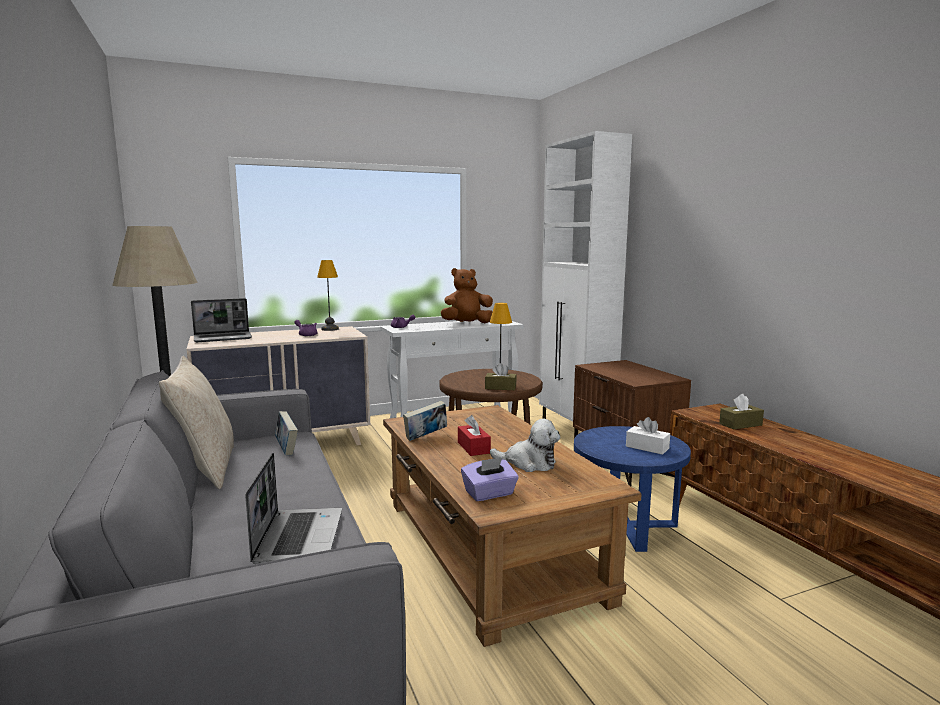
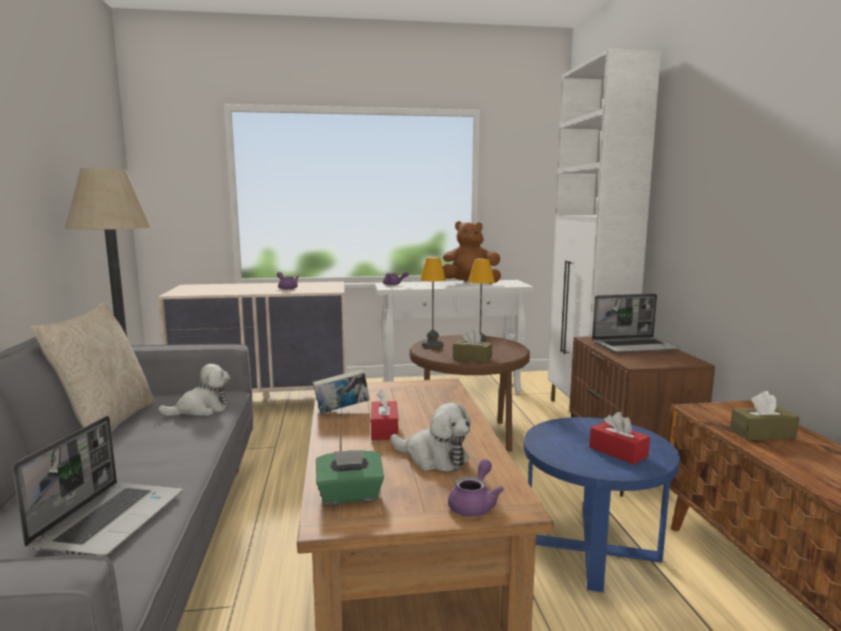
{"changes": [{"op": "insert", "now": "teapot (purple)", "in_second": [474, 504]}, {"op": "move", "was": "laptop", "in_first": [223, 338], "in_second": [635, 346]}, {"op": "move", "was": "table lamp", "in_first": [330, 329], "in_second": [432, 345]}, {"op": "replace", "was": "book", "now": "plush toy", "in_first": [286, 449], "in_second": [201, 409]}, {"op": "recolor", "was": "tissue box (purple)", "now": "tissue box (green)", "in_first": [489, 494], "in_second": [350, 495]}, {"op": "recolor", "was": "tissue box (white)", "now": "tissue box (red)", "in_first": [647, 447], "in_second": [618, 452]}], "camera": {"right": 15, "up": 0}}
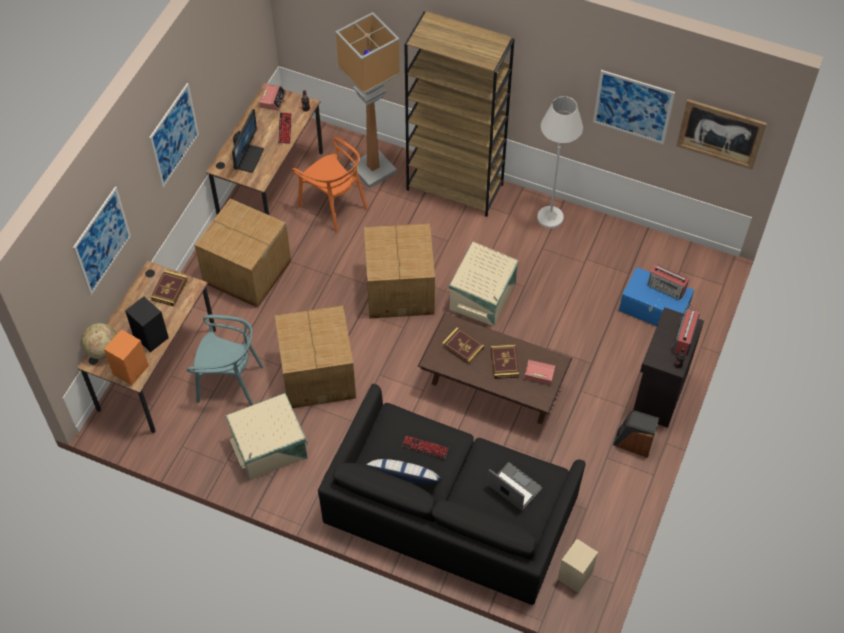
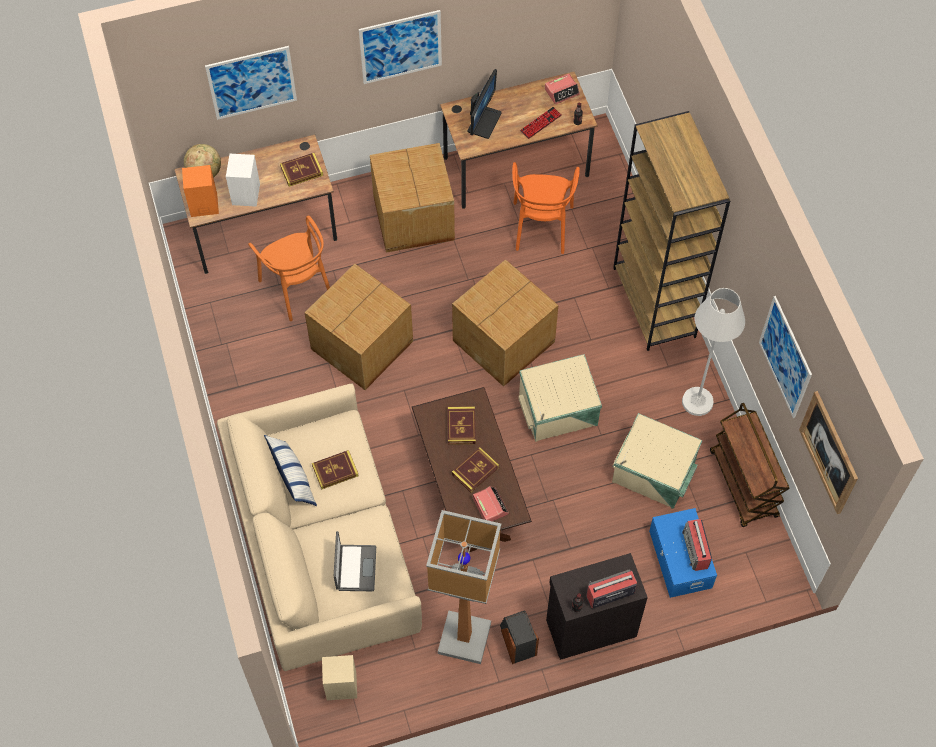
{"changes": [{"op": "insert", "now": "cart (brown)", "in_second": [744, 484]}, {"op": "move", "was": "storage box (beige)", "in_first": [270, 448], "in_second": [653, 473]}, {"op": "move", "was": "floor lamp", "in_first": [374, 170], "in_second": [465, 639]}, {"op": "replace", "was": "keyboard", "now": "book", "in_first": [425, 447], "in_second": [335, 471]}, {"op": "recolor", "was": "speaker (black)", "now": "speaker (white)", "in_first": [151, 337], "in_second": [246, 195]}, {"op": "recolor", "was": "chair (turquoise)", "now": "chair (orange)", "in_first": [229, 381], "in_second": [298, 288]}, {"op": "recolor", "was": "sofa (black)", "now": "sofa (beige)", "in_first": [450, 509], "in_second": [321, 541]}, {"op": "rotate", "was": "monitor", "in_first": [247, 158], "in_second": [483, 121], "clockwise": -45}], "camera": {"right": 50, "up": 5}}
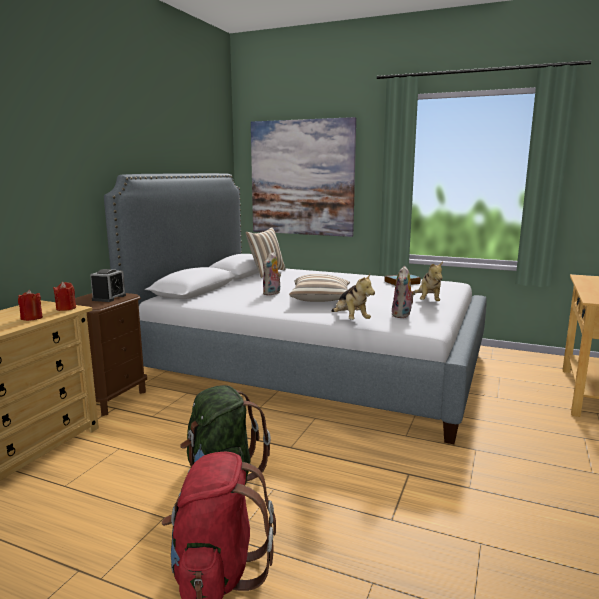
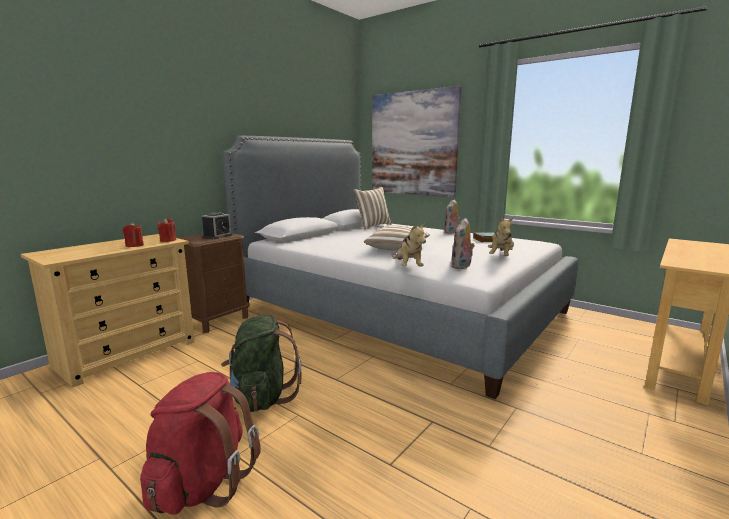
{"changes": [{"op": "move", "was": "plush toy", "in_first": [272, 293], "in_second": [451, 232]}], "camera": {"right": 15, "up": 0}}
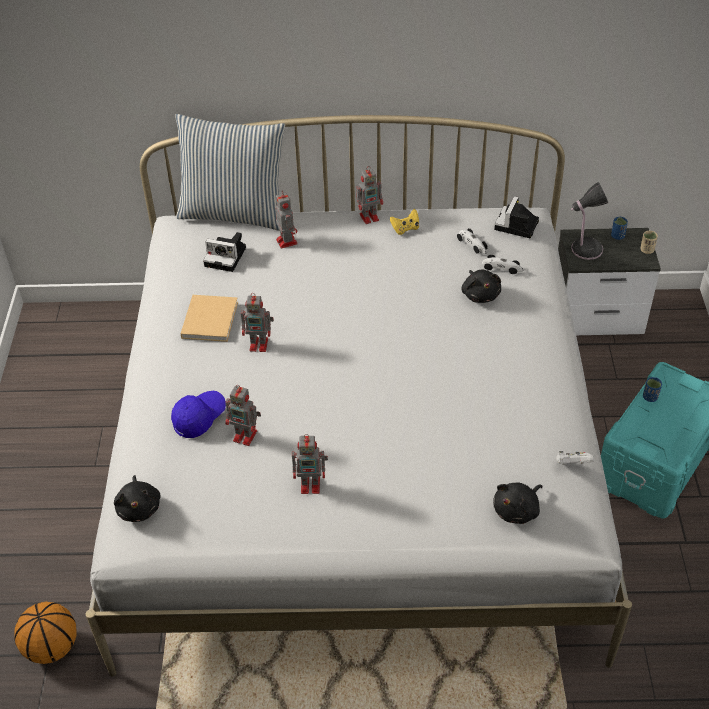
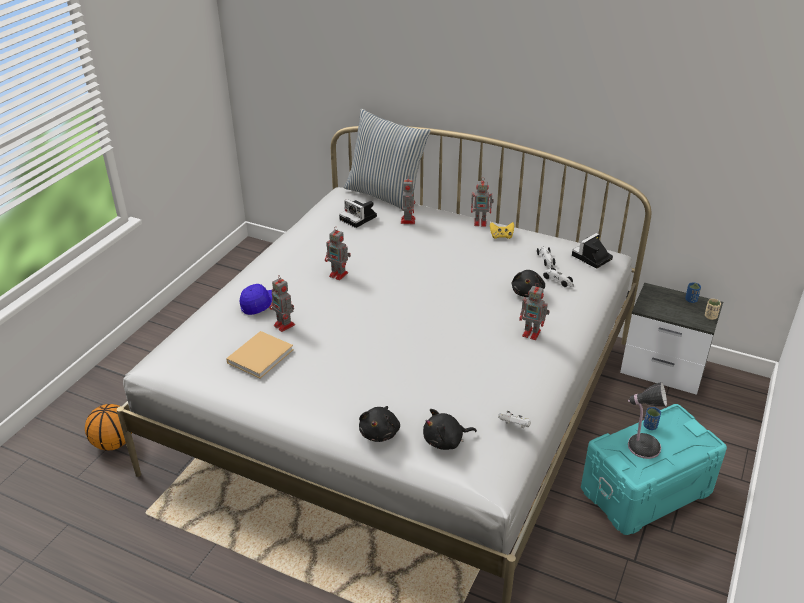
{"changes": [{"op": "move", "was": "plush toy (black)", "in_first": [139, 507], "in_second": [380, 432]}, {"op": "move", "was": "book (beige)", "in_first": [210, 318], "in_second": [261, 355]}, {"op": "move", "was": "toy robot", "in_first": [311, 484], "in_second": [532, 333]}, {"op": "move", "was": "table lamp", "in_first": [584, 249], "in_second": [641, 446]}], "camera": {"right": 25, "up": -10}}
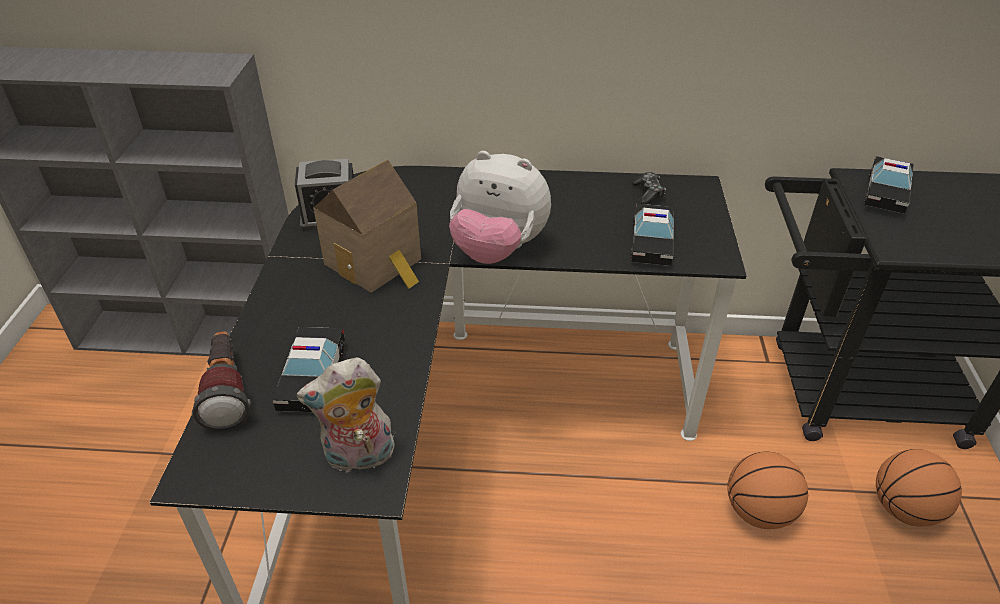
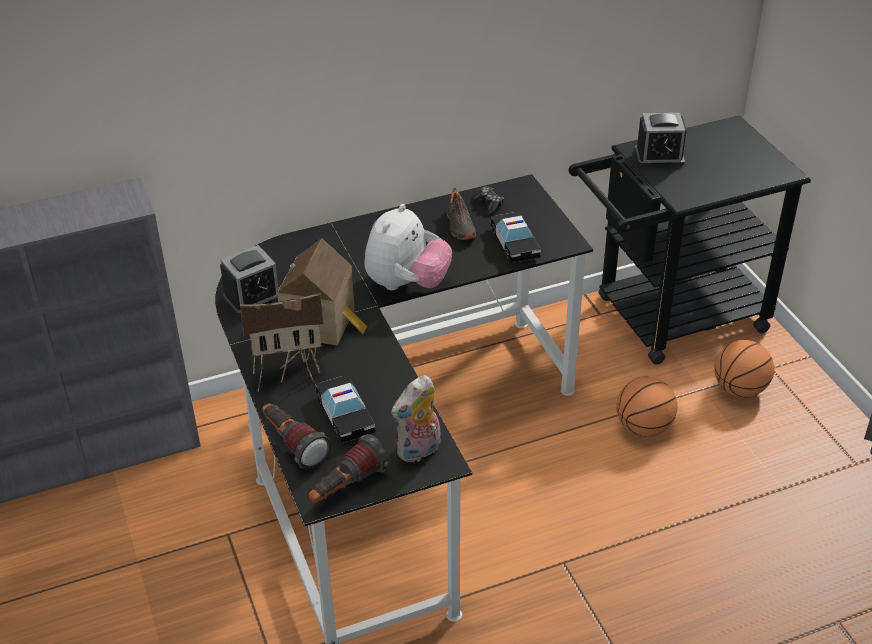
{"changes": [{"op": "insert", "now": "toy house", "in_second": [288, 373]}, {"op": "insert", "now": "flashlight", "in_second": [347, 487]}, {"op": "insert", "now": "shoe (black)", "in_second": [459, 226]}, {"op": "replace", "was": "toy car", "now": "alarm clock", "in_first": [886, 193], "in_second": [659, 156]}, {"op": "rotate", "was": "plush toy", "in_first": [498, 250], "in_second": [407, 284], "clockwise": -60}], "camera": {"right": -25, "up": 0}}
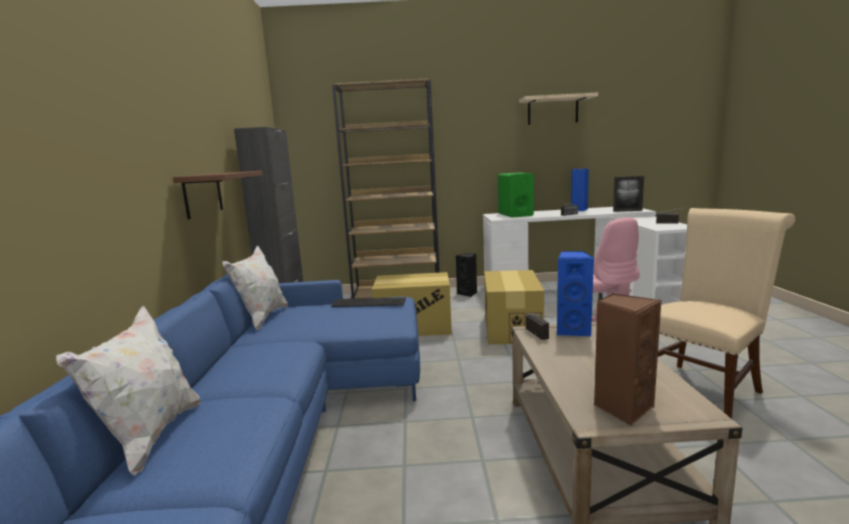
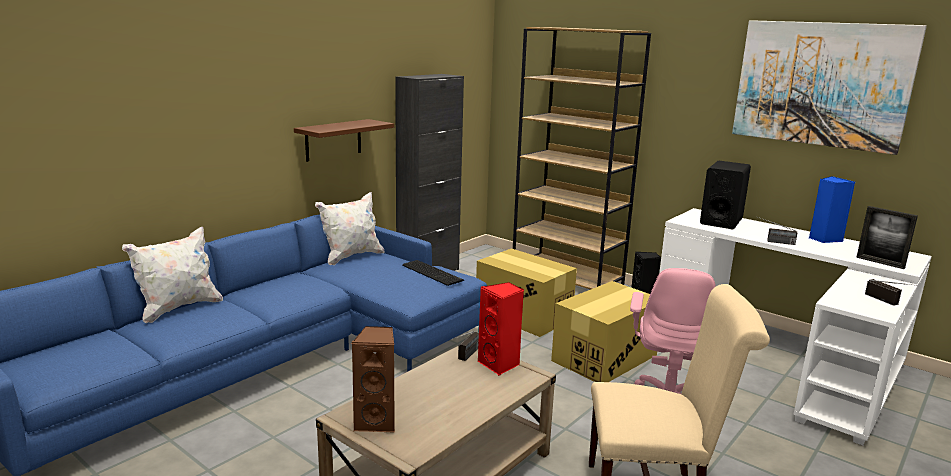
{"changes": [{"op": "replace", "was": "shelf (beige)", "now": "picture", "in_first": [553, 110], "in_second": [821, 84]}, {"op": "recolor", "was": "speaker (green)", "now": "speaker (black)", "in_first": [515, 214], "in_second": [721, 221]}, {"op": "recolor", "was": "speaker (blue)", "now": "speaker (red)", "in_first": [573, 330], "in_second": [500, 364]}], "camera": {"right": 40, "up": 5}}
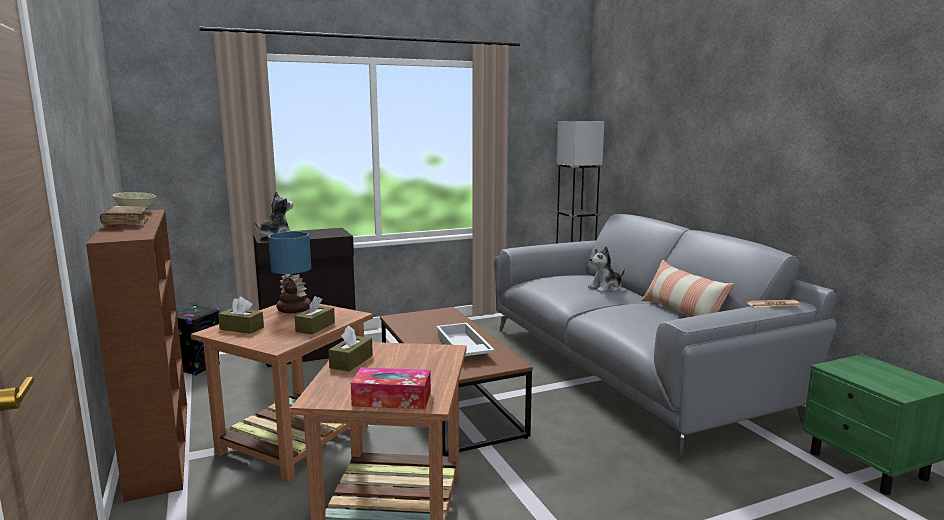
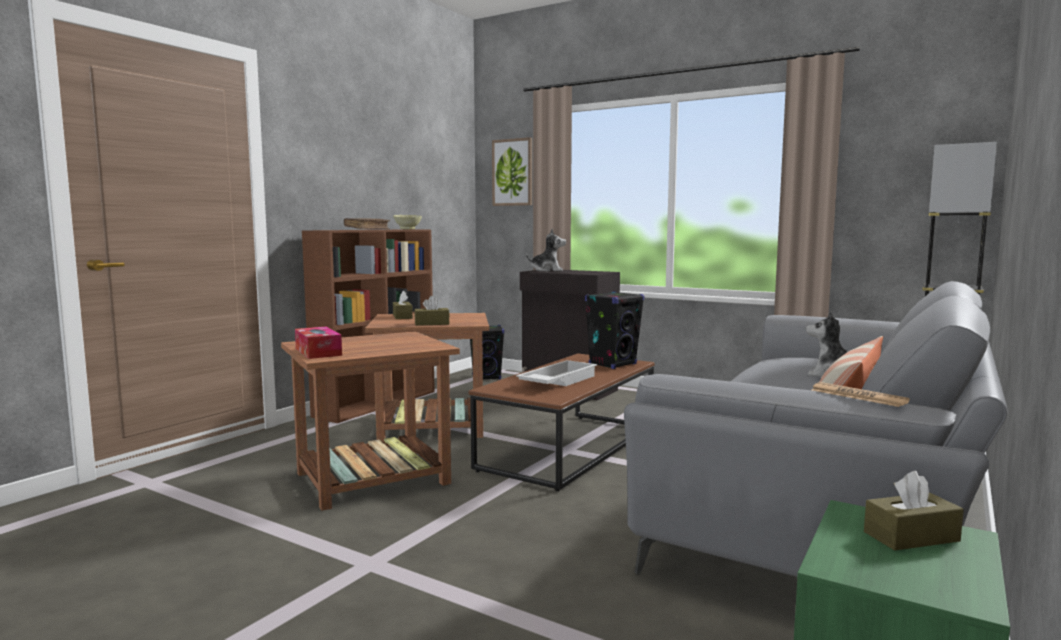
{"changes": [{"op": "delete", "was": "table lamp", "in_first": [293, 309]}, {"op": "insert", "now": "picture", "in_second": [513, 172]}, {"op": "insert", "now": "speaker (black)", "in_second": [612, 364]}, {"op": "move", "was": "tissue box (brown)", "in_first": [351, 361], "in_second": [911, 536]}], "camera": {"right": 55, "up": -5}}
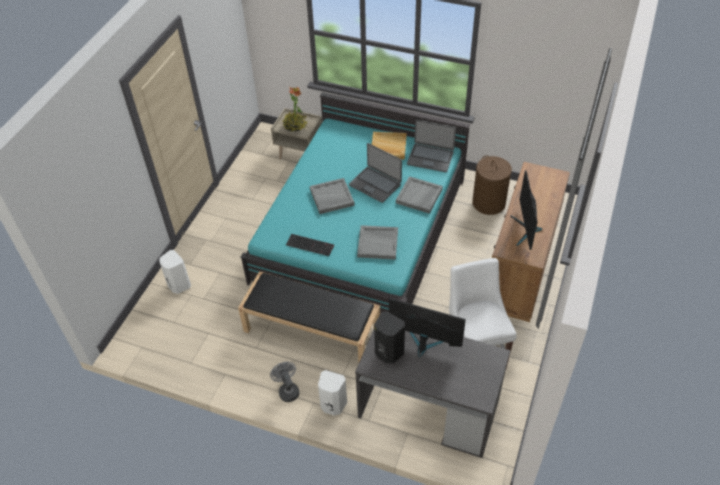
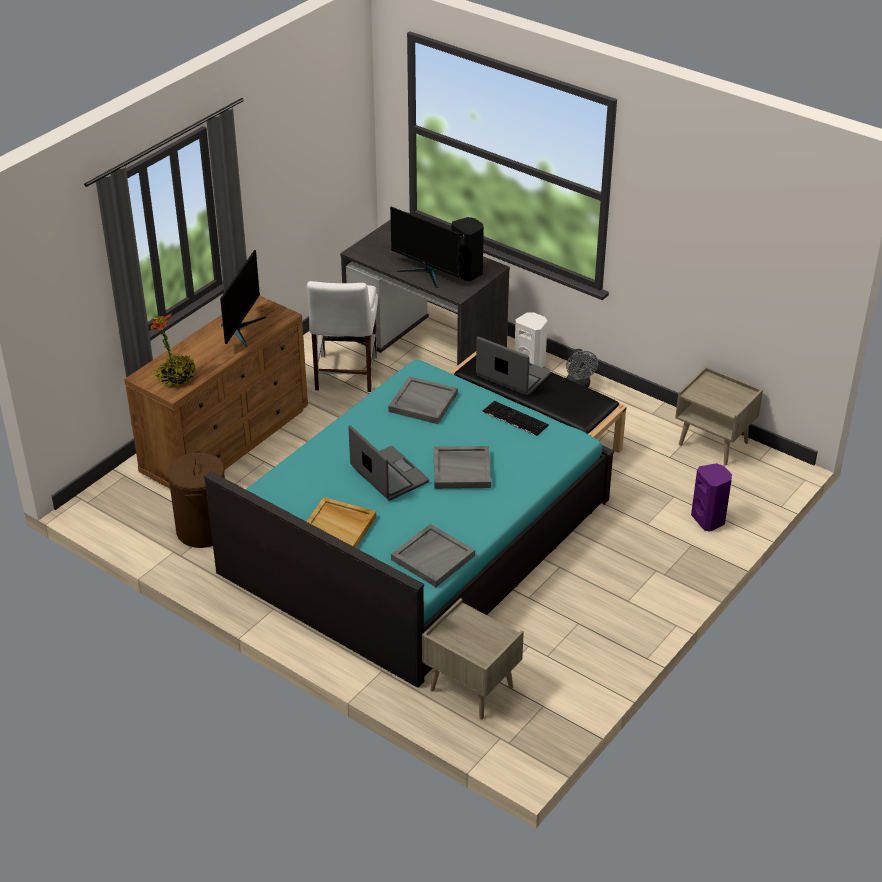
{"changes": [{"op": "insert", "now": "nightstand (beige)", "in_second": [714, 444]}, {"op": "move", "was": "potted plant", "in_first": [295, 126], "in_second": [176, 377]}, {"op": "move", "was": "tray (grey)", "in_first": [419, 196], "in_second": [433, 557]}, {"op": "move", "was": "laptop", "in_first": [430, 158], "in_second": [512, 376]}, {"op": "recolor", "was": "speaker (white)", "now": "speaker (purple)", "in_first": [178, 285], "in_second": [709, 520]}], "camera": {"right": -165, "up": -10}}
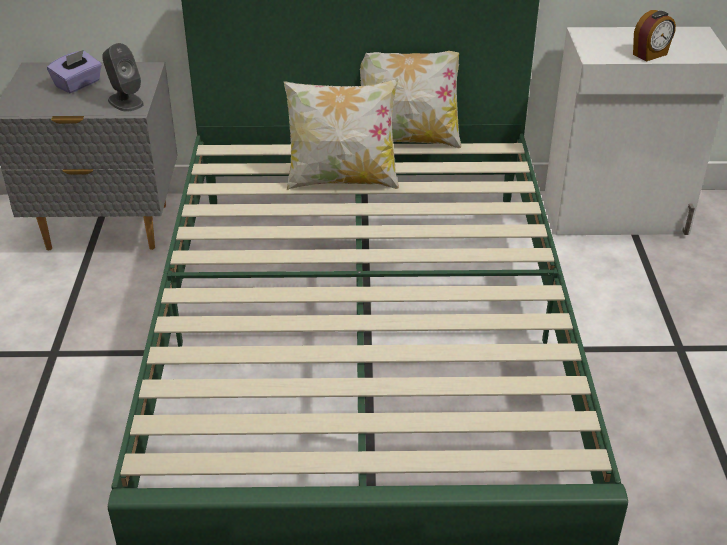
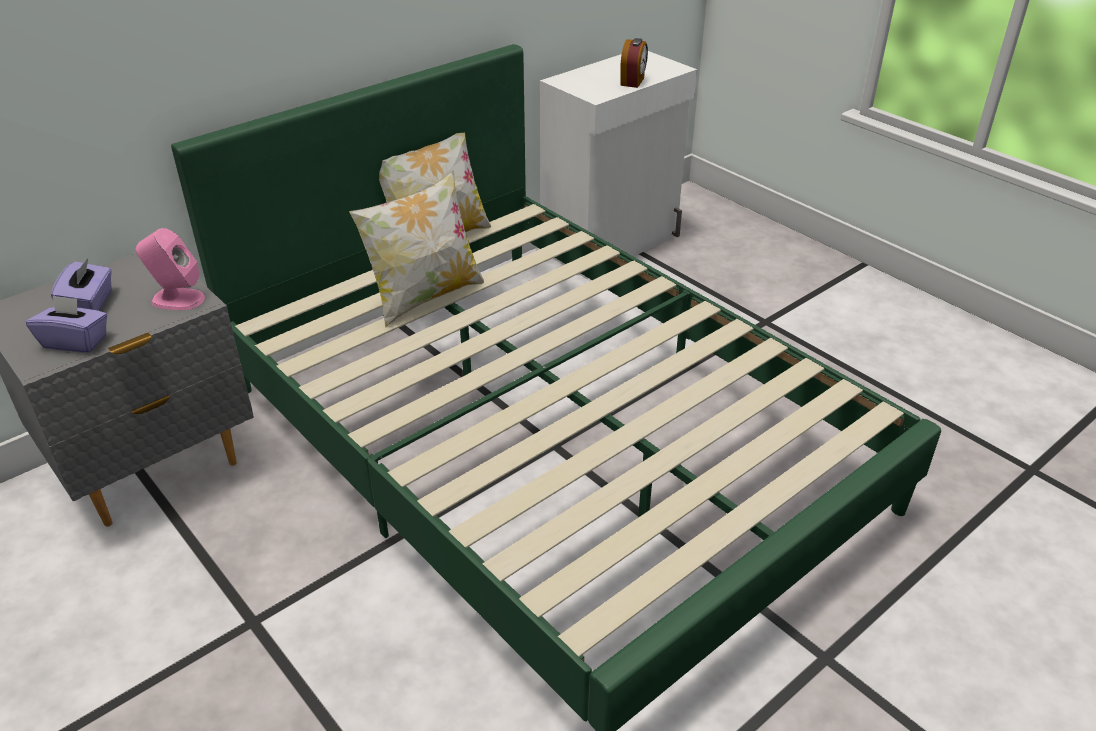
{"changes": [{"op": "insert", "now": "tissue box (purple)", "in_second": [76, 341]}, {"op": "recolor", "was": "speaker (grey)", "now": "speaker (pink)", "in_first": [125, 101], "in_second": [177, 299]}], "camera": {"right": -40, "up": 0}}
